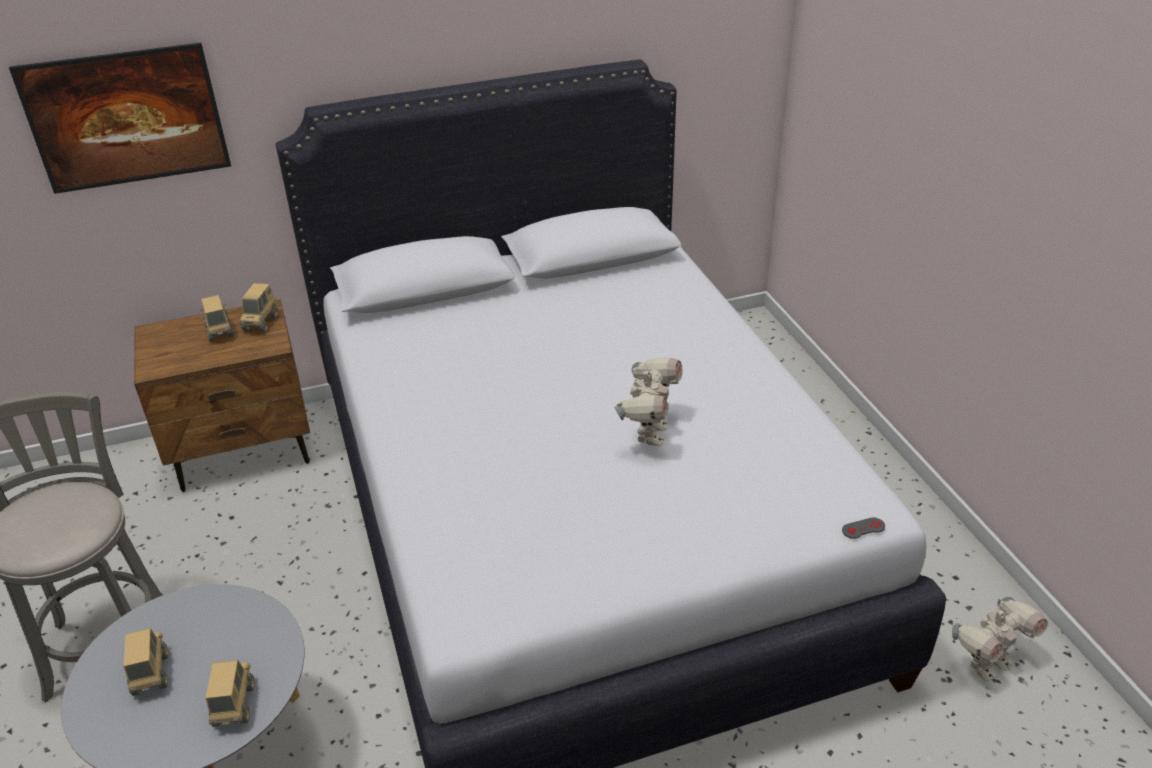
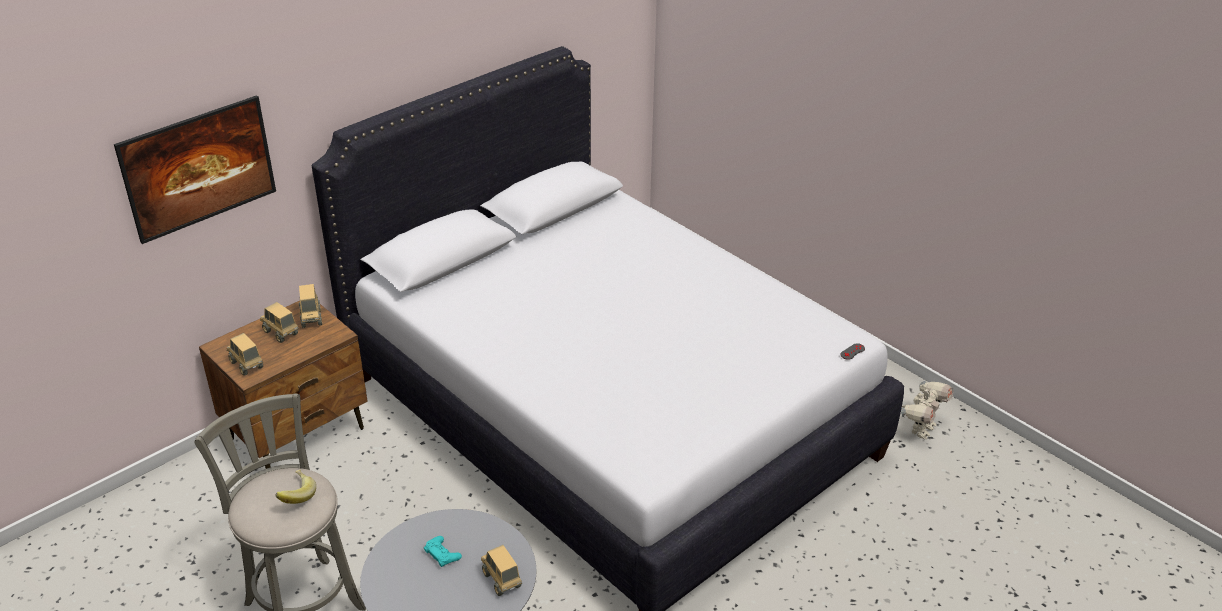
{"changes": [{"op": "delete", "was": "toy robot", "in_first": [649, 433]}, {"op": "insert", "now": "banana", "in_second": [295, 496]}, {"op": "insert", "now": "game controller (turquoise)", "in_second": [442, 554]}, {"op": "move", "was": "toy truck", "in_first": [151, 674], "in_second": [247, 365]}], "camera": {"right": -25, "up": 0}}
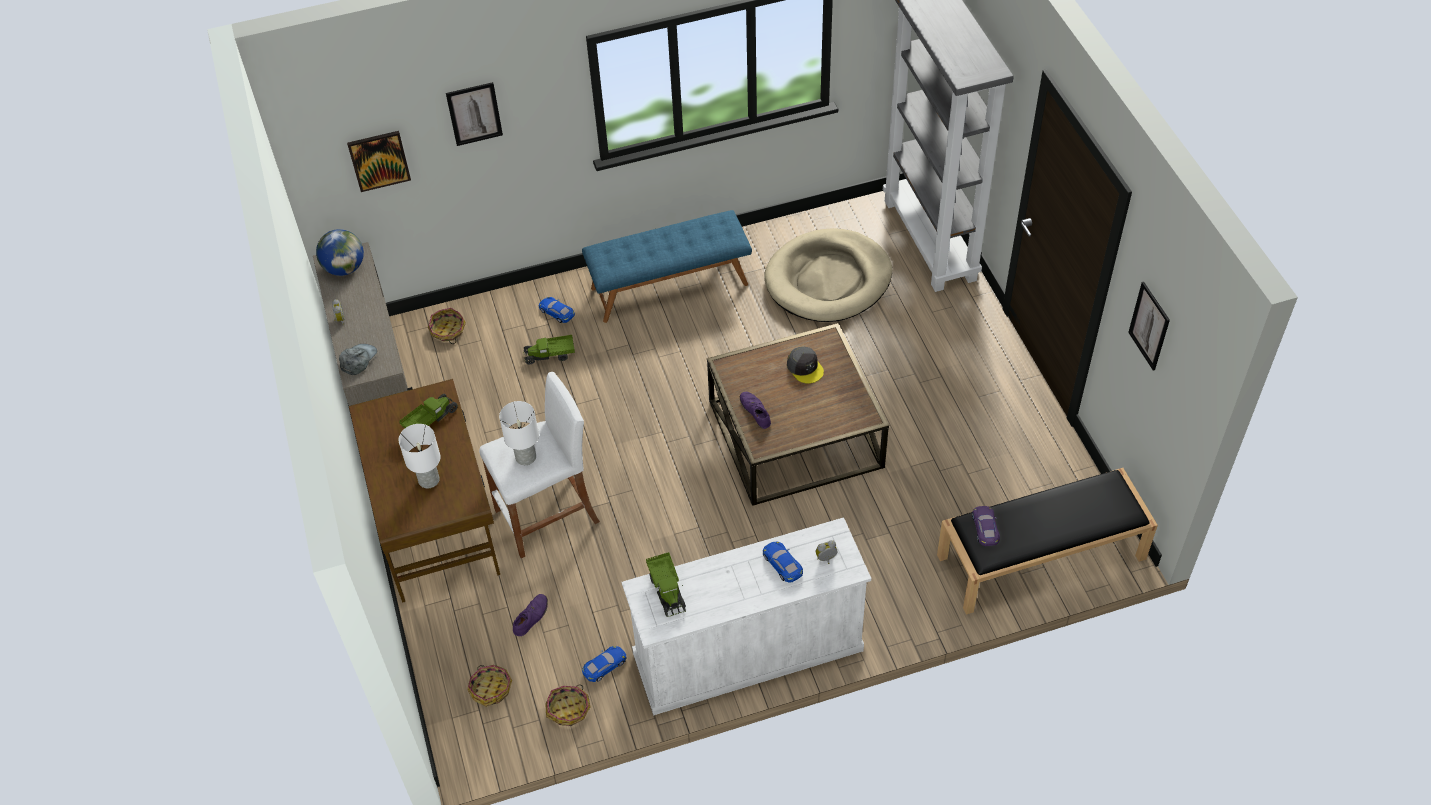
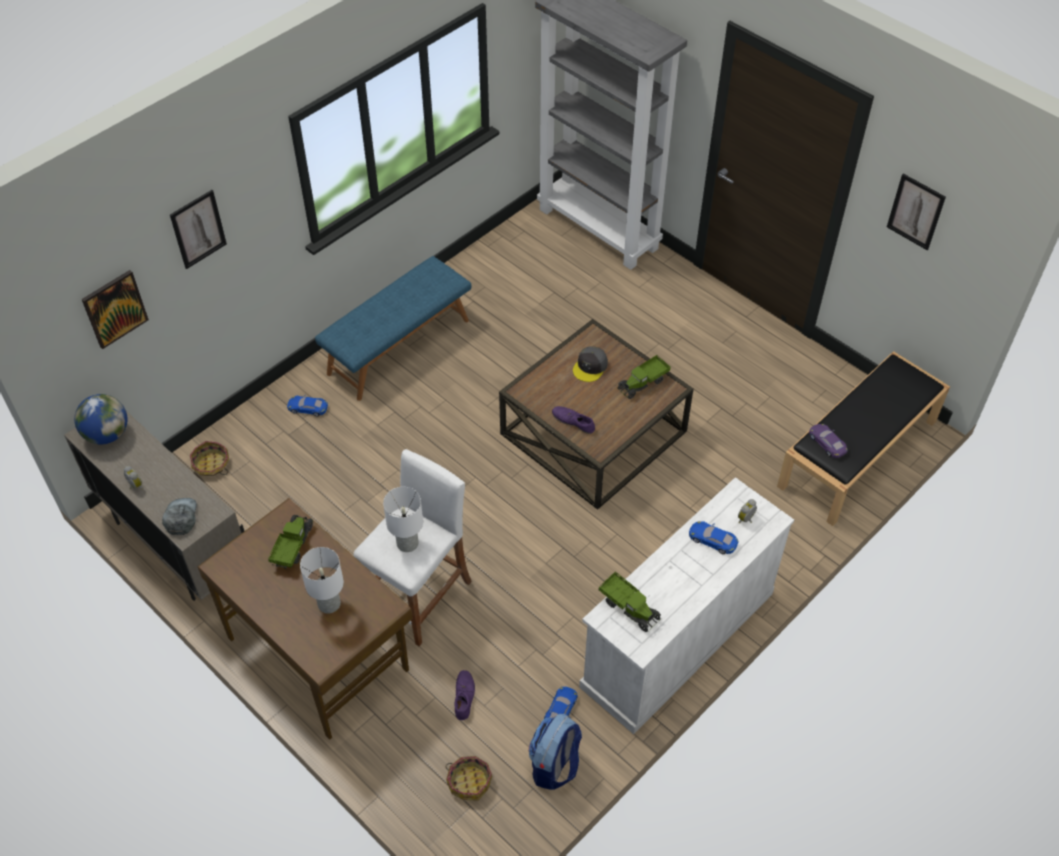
{"changes": [{"op": "delete", "was": "dog bed (beige)", "in_first": [828, 280]}, {"op": "move", "was": "toy truck", "in_first": [550, 355], "in_second": [643, 383]}, {"op": "replace", "was": "basket", "now": "backpack", "in_first": [569, 709], "in_second": [554, 765]}, {"op": "rotate", "was": "cap (grey)", "in_first": [805, 367], "in_second": [590, 367], "clockwise": 90}], "camera": {"right": -30, "up": 0}}
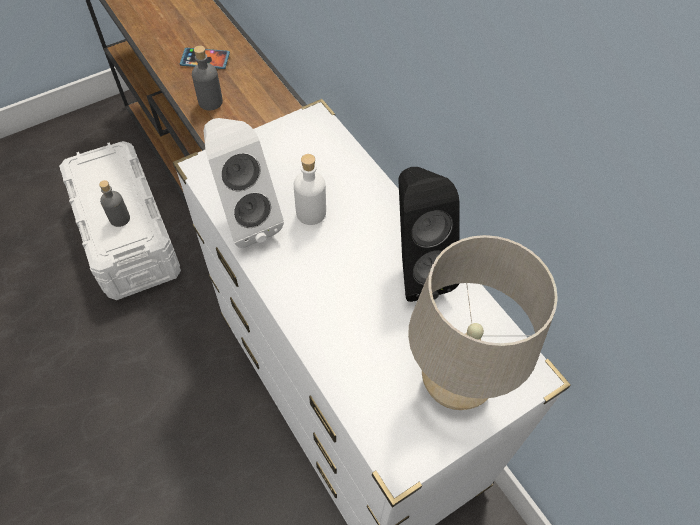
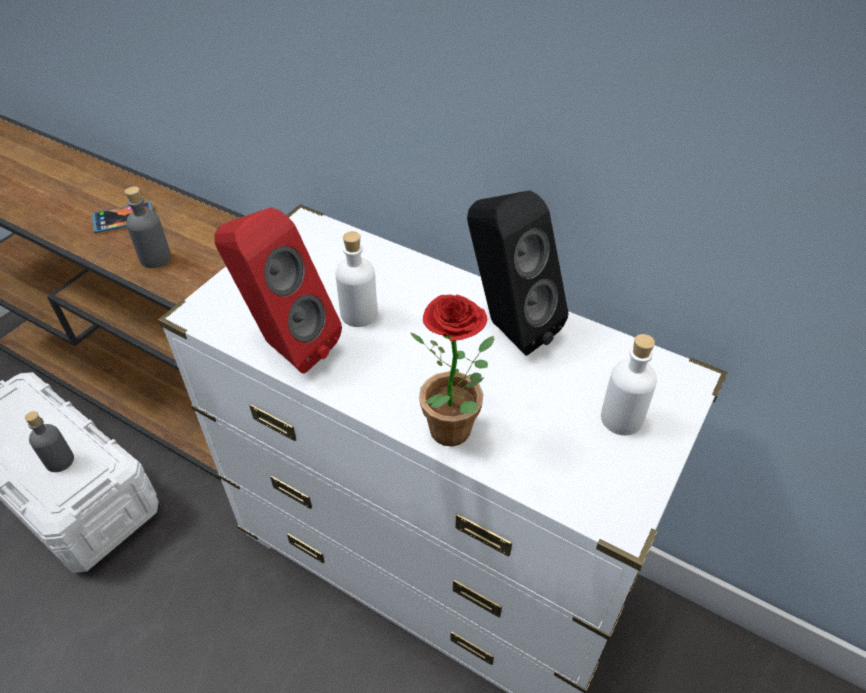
{"changes": [{"op": "insert", "now": "potted plant", "in_second": [455, 436]}, {"op": "replace", "was": "table lamp (beige)", "now": "bottle (white)", "in_first": [454, 385], "in_second": [621, 418]}, {"op": "recolor", "was": "speaker (white)", "now": "speaker (red)", "in_first": [245, 219], "in_second": [285, 346]}], "camera": {"right": -25, "up": -10}}
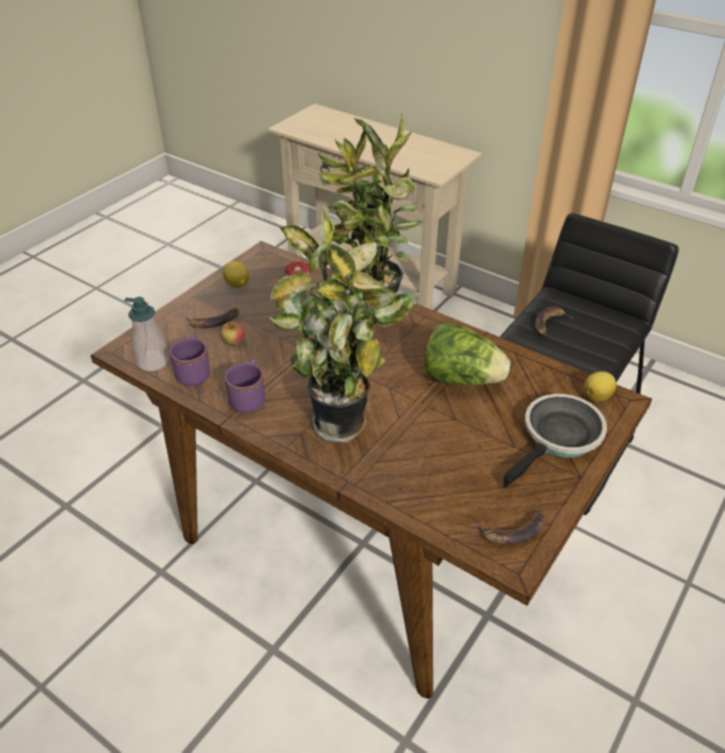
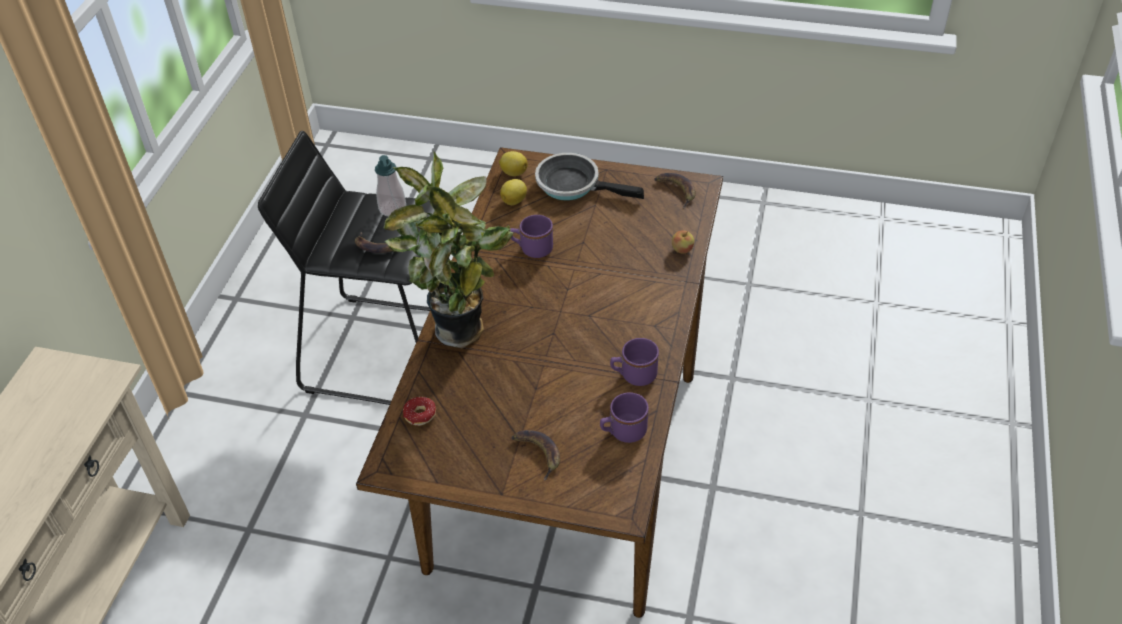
{"changes": [{"op": "delete", "was": "potted plant", "in_first": [345, 427]}, {"op": "move", "was": "soap dispenser", "in_first": [153, 362], "in_second": [392, 208]}, {"op": "move", "was": "apple", "in_first": [234, 342], "in_second": [682, 250]}, {"op": "move", "was": "lemon", "in_first": [237, 285], "in_second": [515, 200]}, {"op": "replace", "was": "lettuce", "now": "mug (purple)", "in_first": [461, 378], "in_second": [532, 249]}], "camera": {"right": -110, "up": 5}}
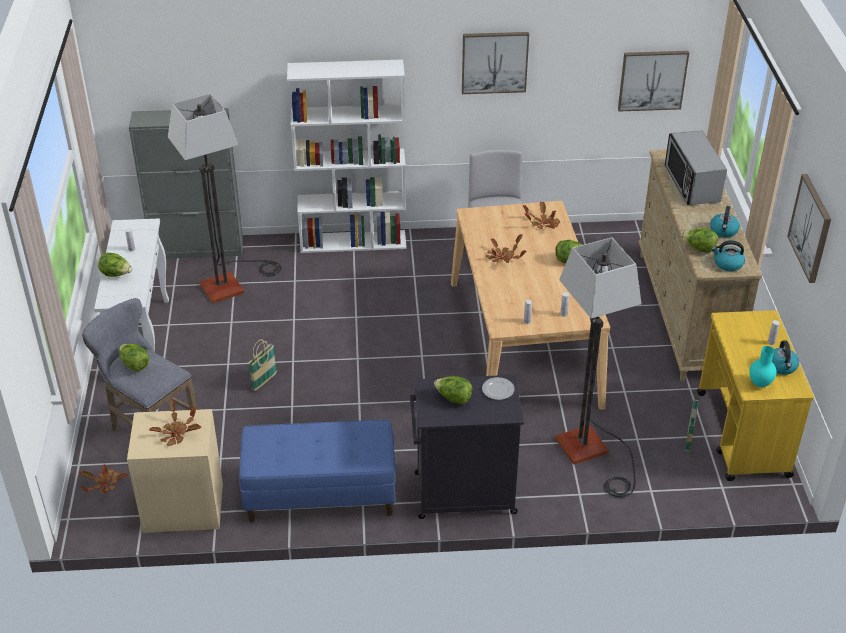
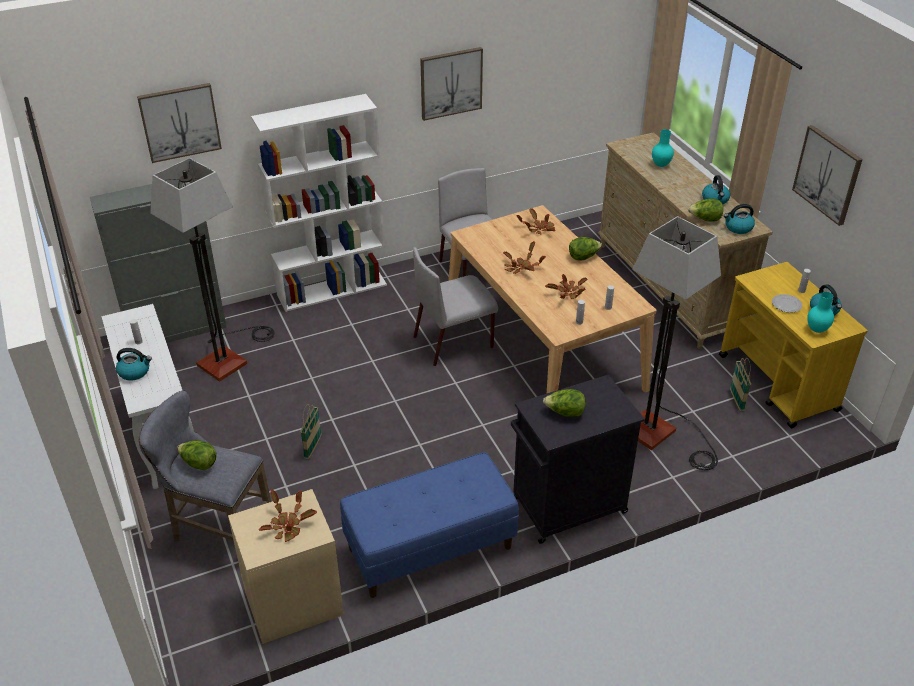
{"changes": [{"op": "insert", "now": "chair (grey)", "in_second": [454, 341]}, {"op": "move", "was": "potted plant", "in_first": [104, 485], "in_second": [568, 293]}, {"op": "move", "was": "plate", "in_first": [498, 390], "in_second": [786, 305]}, {"op": "move", "was": "picture", "in_first": [652, 80], "in_second": [180, 122]}, {"op": "replace", "was": "lettuce", "now": "kettle", "in_first": [116, 274], "in_second": [135, 372]}, {"op": "replace", "was": "microwave", "now": "vase (turquoise)", "in_first": [691, 184], "in_second": [661, 165]}], "camera": {"right": -20, "up": 0}}
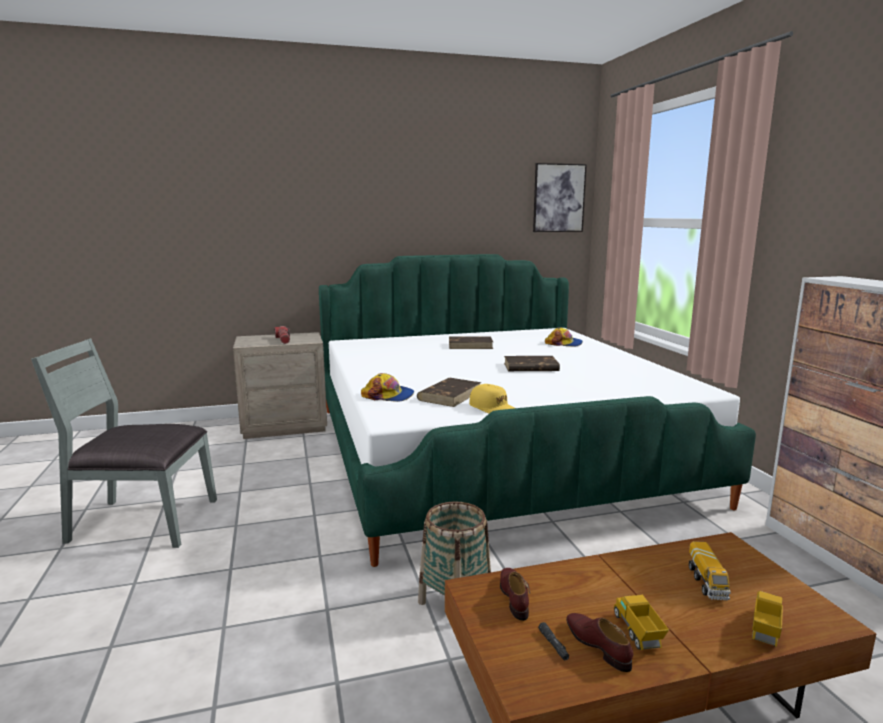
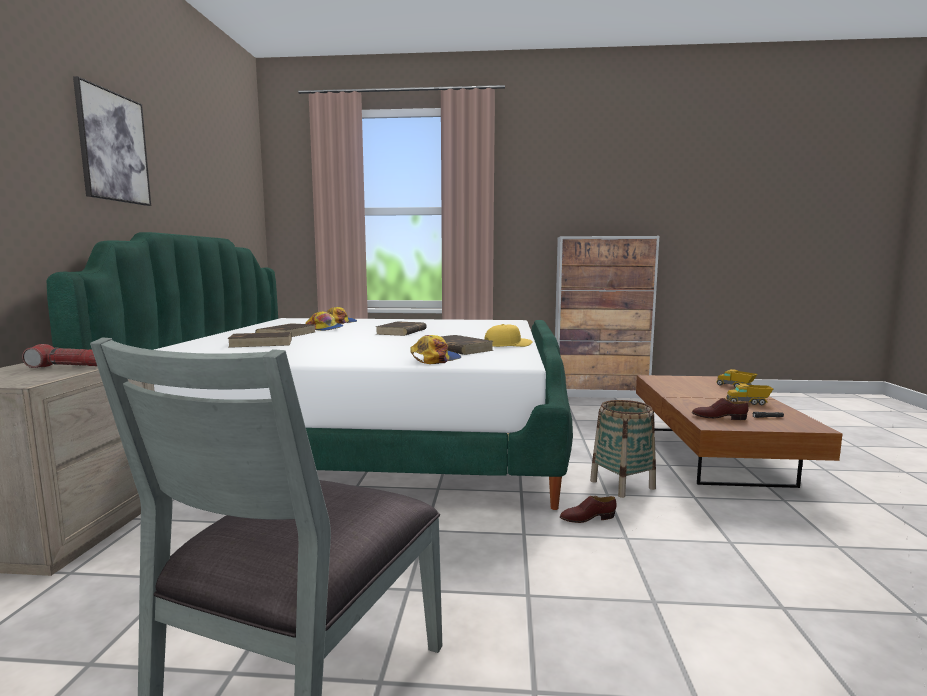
{"changes": [{"op": "delete", "was": "toy truck", "in_first": [707, 583]}, {"op": "insert", "now": "book (brown)", "in_second": [262, 343]}, {"op": "insert", "now": "cap", "in_second": [325, 329]}, {"op": "move", "was": "picture", "in_first": [558, 198], "in_second": [113, 147]}, {"op": "move", "was": "shoe (brown)", "in_first": [597, 645], "in_second": [587, 518]}], "camera": {"right": -70, "up": -5}}
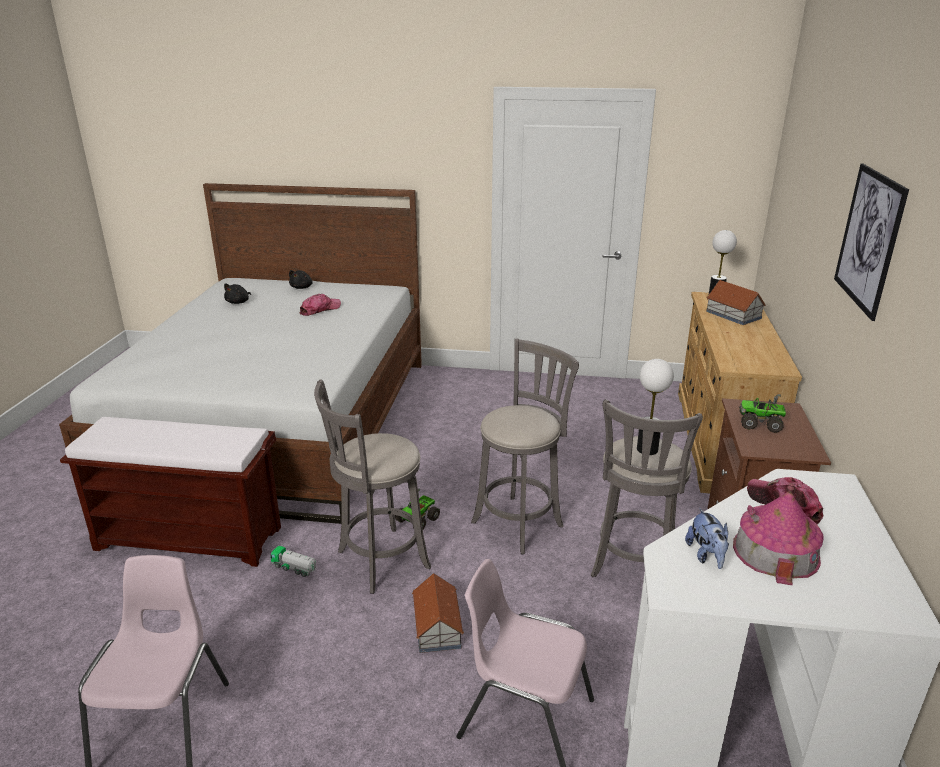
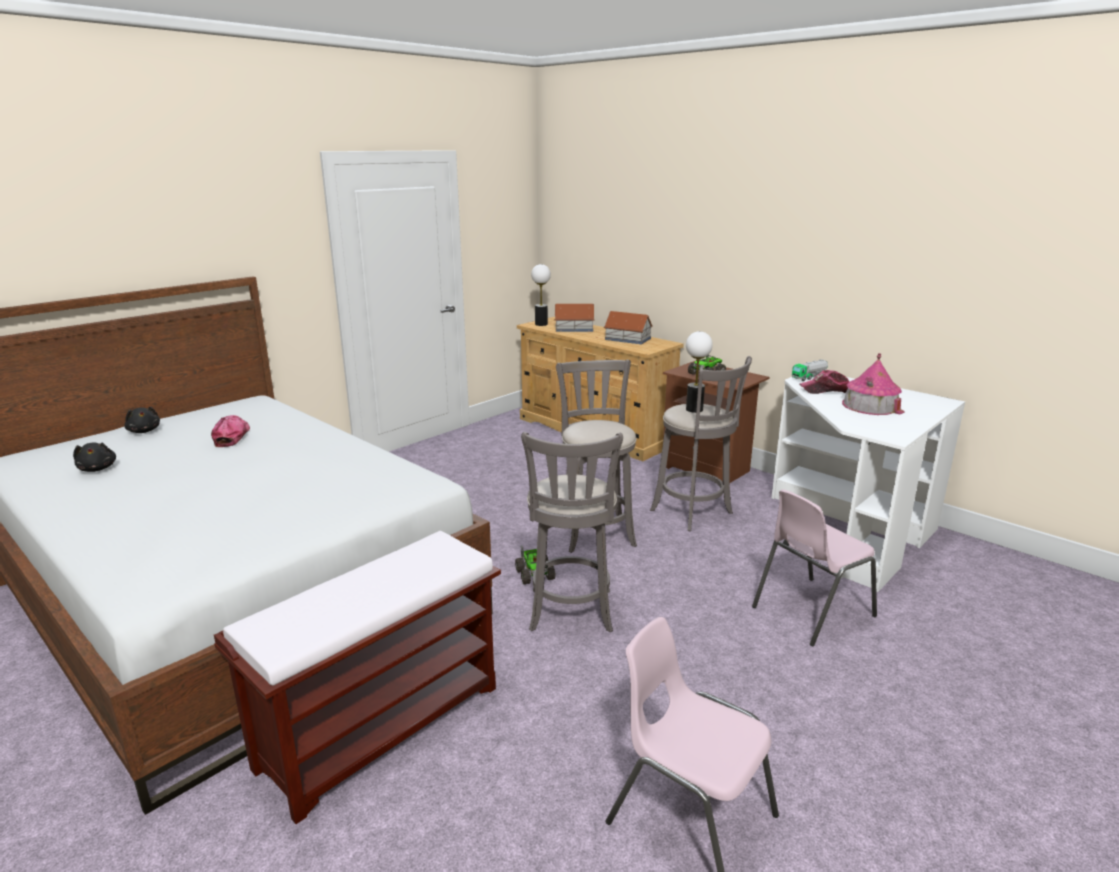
{"changes": [{"op": "delete", "was": "plush toy", "in_first": [706, 555]}, {"op": "delete", "was": "picture", "in_first": [868, 239]}, {"op": "move", "was": "toy truck", "in_first": [294, 568], "in_second": [809, 377]}, {"op": "move", "was": "toy house", "in_first": [437, 627], "in_second": [628, 339]}], "camera": {"right": -55, "up": -5}}
